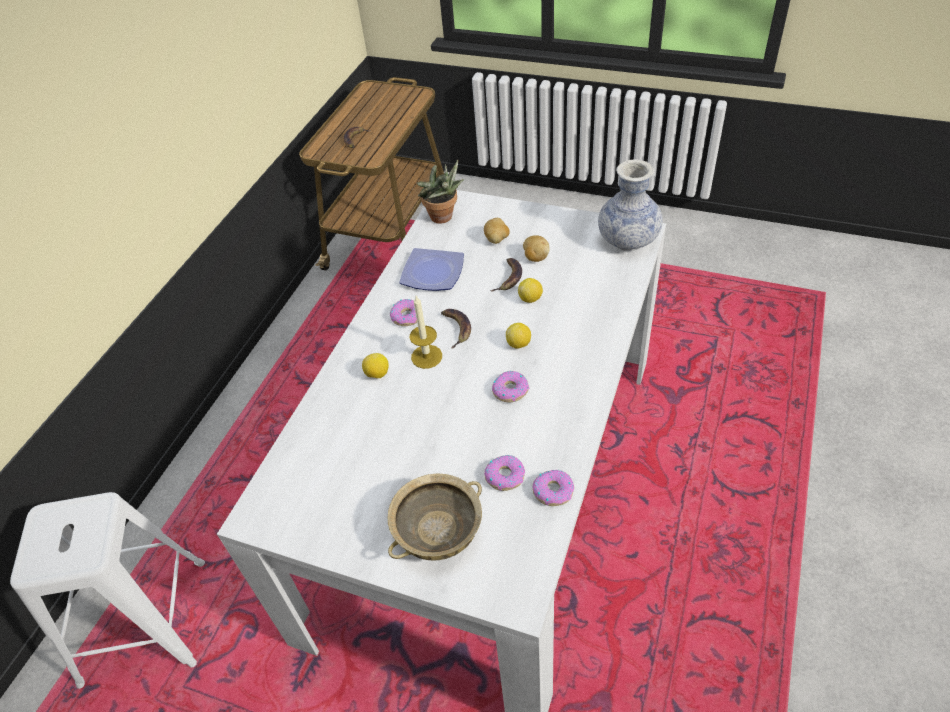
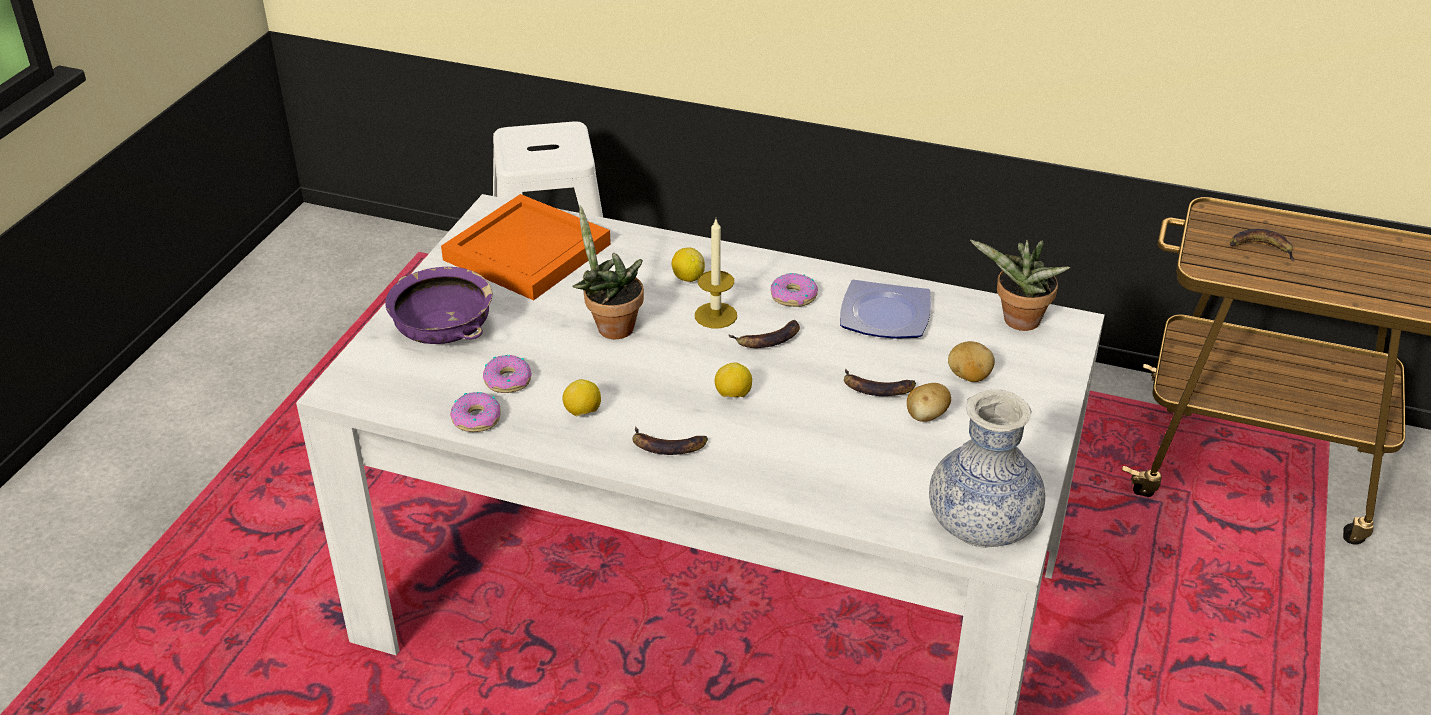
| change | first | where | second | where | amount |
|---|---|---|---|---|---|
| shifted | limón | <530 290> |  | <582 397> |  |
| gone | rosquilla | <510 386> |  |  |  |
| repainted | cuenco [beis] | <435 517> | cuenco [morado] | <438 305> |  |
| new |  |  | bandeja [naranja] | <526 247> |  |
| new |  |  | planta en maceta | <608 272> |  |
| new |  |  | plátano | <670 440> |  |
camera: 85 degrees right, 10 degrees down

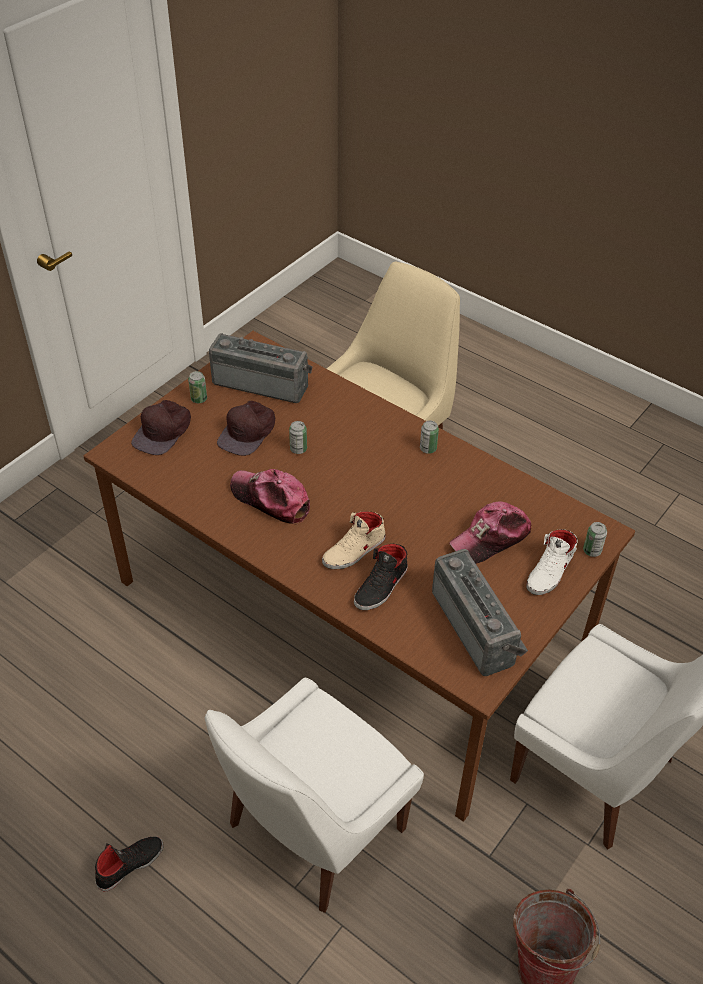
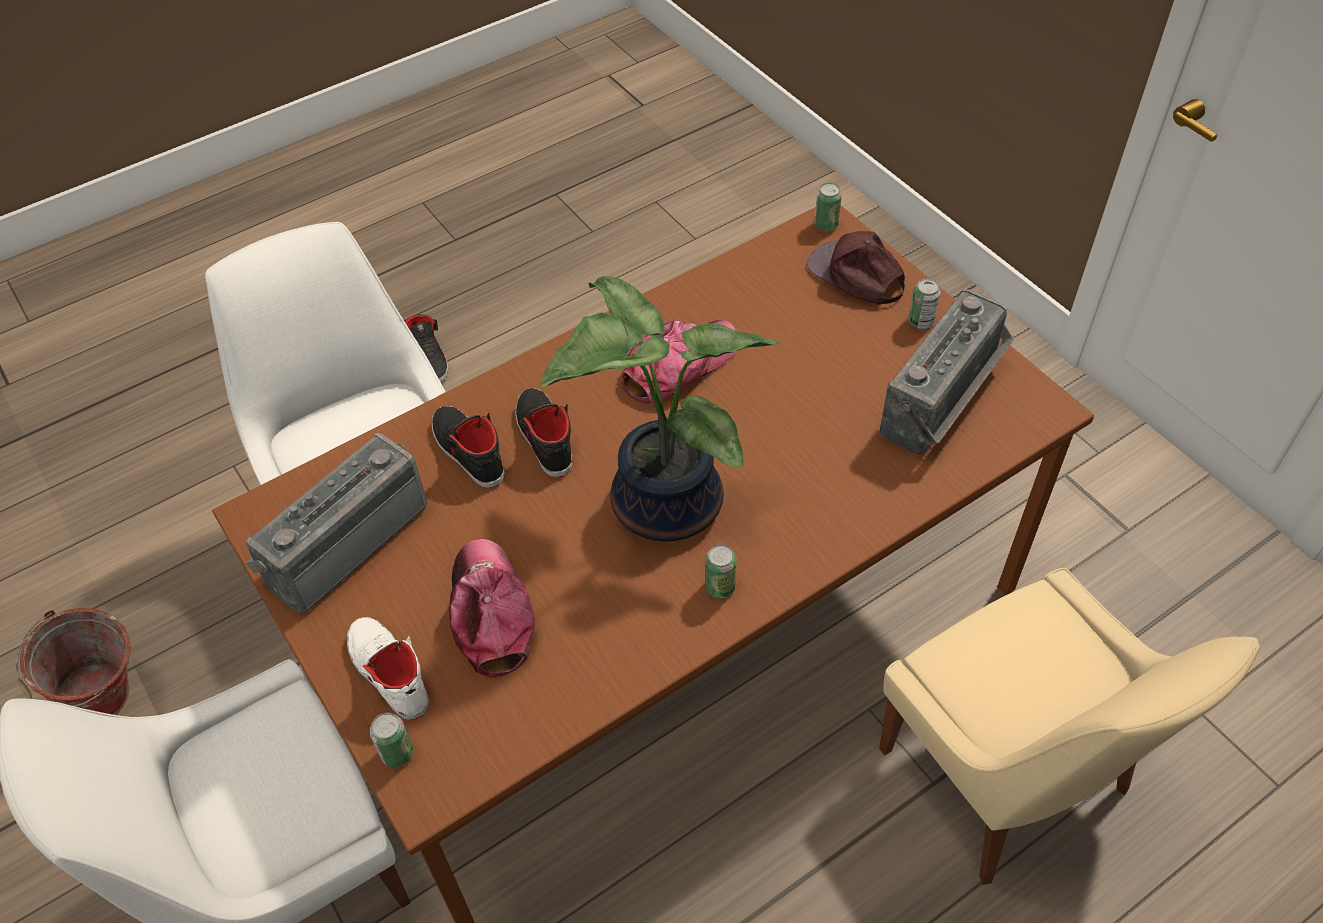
| change | first | where | second | where | amount |
|---|---|---|---|---|---|
| gone | gorra [marrón] | <246 428> |  |  |  |
| shifted | lata | <298 437> |  | <828 207> |  |
| repainted | zapato [beis] | <354 540> | zapato [negro] | <544 432> |  |
| rotated | radio | <480 612> |  | <336 523> | 135 degrees clockwise |
| new |  |  | planta en maceta | <659 408> |  |
camera: 110 degrees right, 5 degrees up

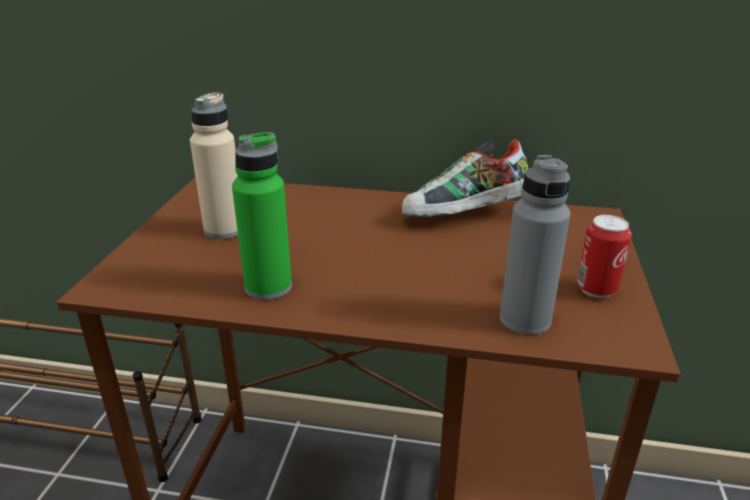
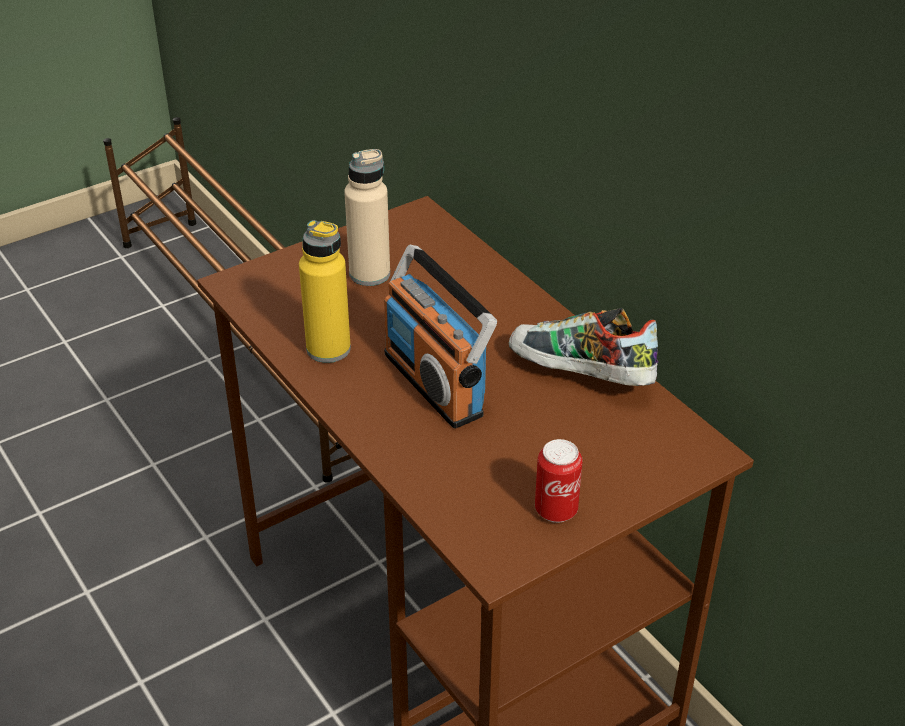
| change | first | where | second | where | amount |
|---|---|---|---|---|---|
| repainted | botella [verde] | <262 216> | botella [amarillo] | <325 291> |  |
| gone | botella [gris] | <535 245> |  |  |  |
| new |  |  | radio | <440 336> |  |
camera: 45 degrees right, 10 degrees up

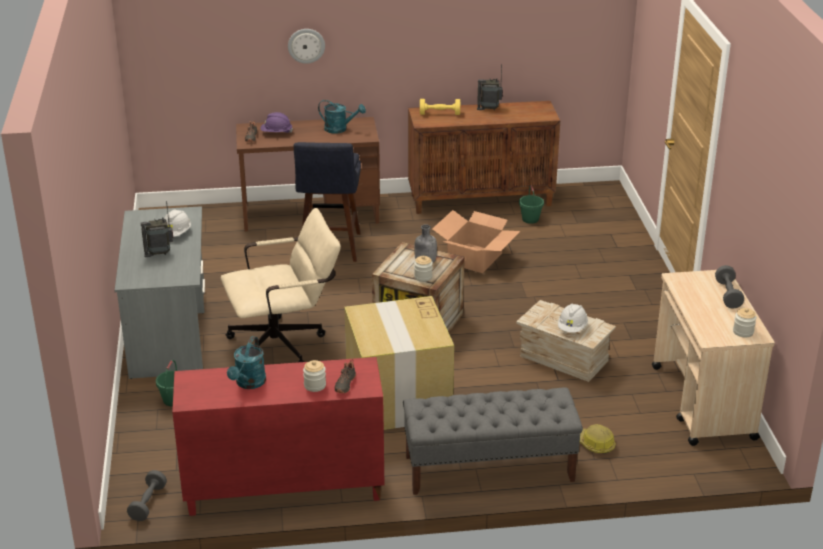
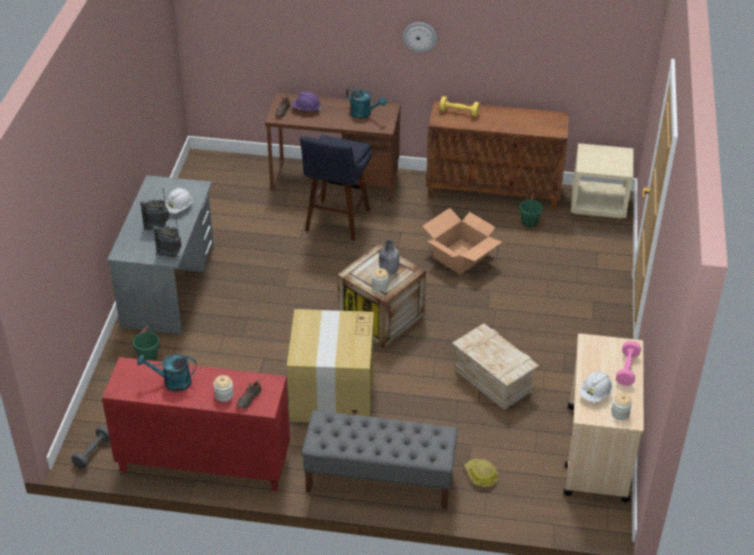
| change | first | where | second | where | amount |
|---|---|---|---|---|---|
| shifted | reloj de pared | <306 46> |  | <420 37> |  |
| shifted | radio | <490 87> |  | <167 238> |  |
| gone | silla de oficina [beis] | <281 285> |  |  |  |
| repainted | mancuerna [gris] | <729 287> | mancuerna [rosa] | <628 363> |  |
| shifted | casco [blanco] | <573 318> |  | <595 386> |  |
| rotated | regadera [turquesa] | <246 362> |  | <167 372> | 60 degrees clockwise |
| new |  |  | mesita de noche [beis] | <602 181> |  |
camera: 15 degrees right, 10 degrees up

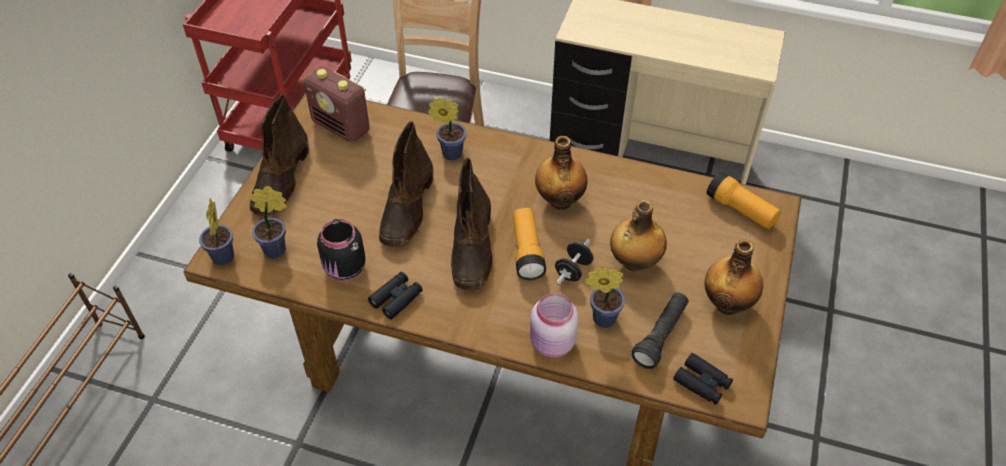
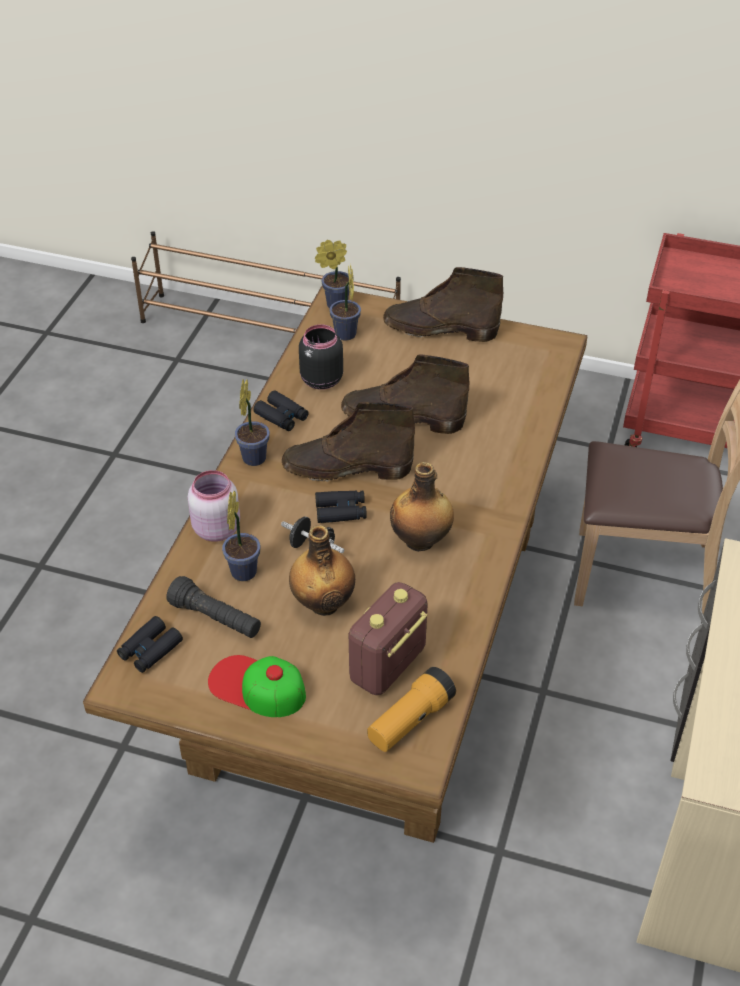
| change | first | where | second | where | amount |
|---|---|---|---|---|---|
| shifted | radio | <337 104> |  | <388 638> |  |
| shifted | planta en maceta | <447 129> |  | <252 423> |  |
| swapped | linterna | <529 244> | prismáticos [negro] | <341 506> |  |
| swapped | botella | <734 277> | gorra | <257 686> |  |
camera: 90 degrees right, 5 degrees down

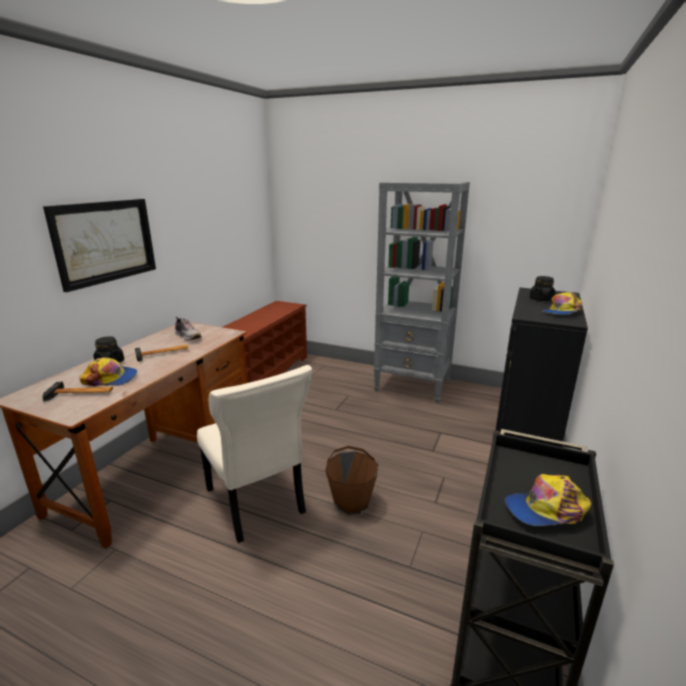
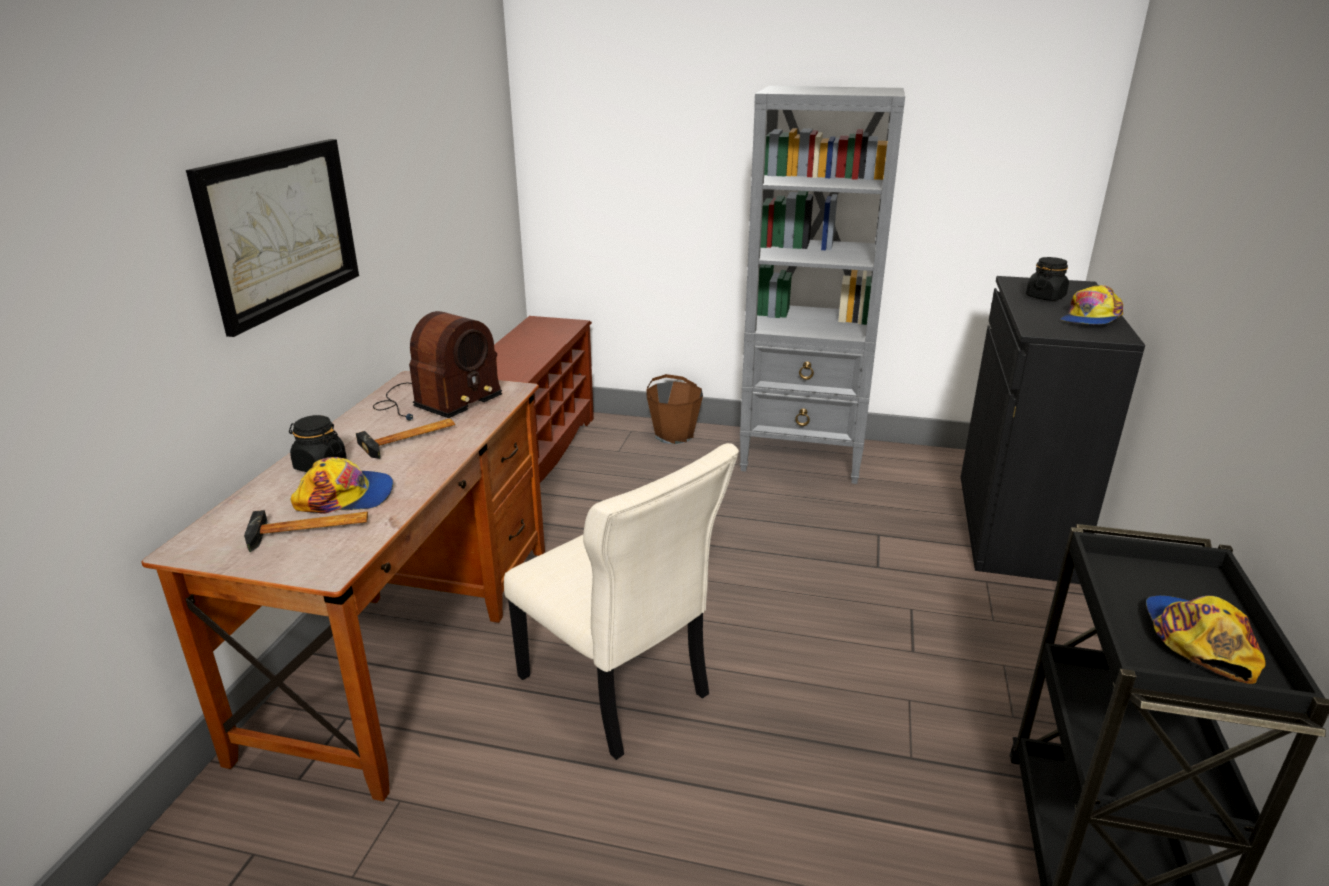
| change | first | where | second | where | amount |
|---|---|---|---|---|---|
| swapped | zapato | <188 329> | radio | <437 366> |  |
| shifted | cubo [marrón] | <352 480> |  | <674 409> |  |
| rotated | gorra | <548 500> |  | <1206 639> | 120 degrees clockwise |
camera: 10 degrees left, 5 degrees up

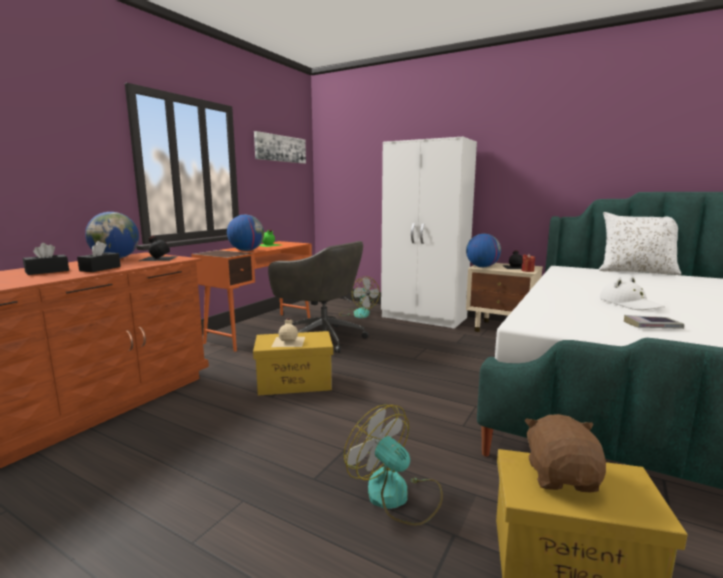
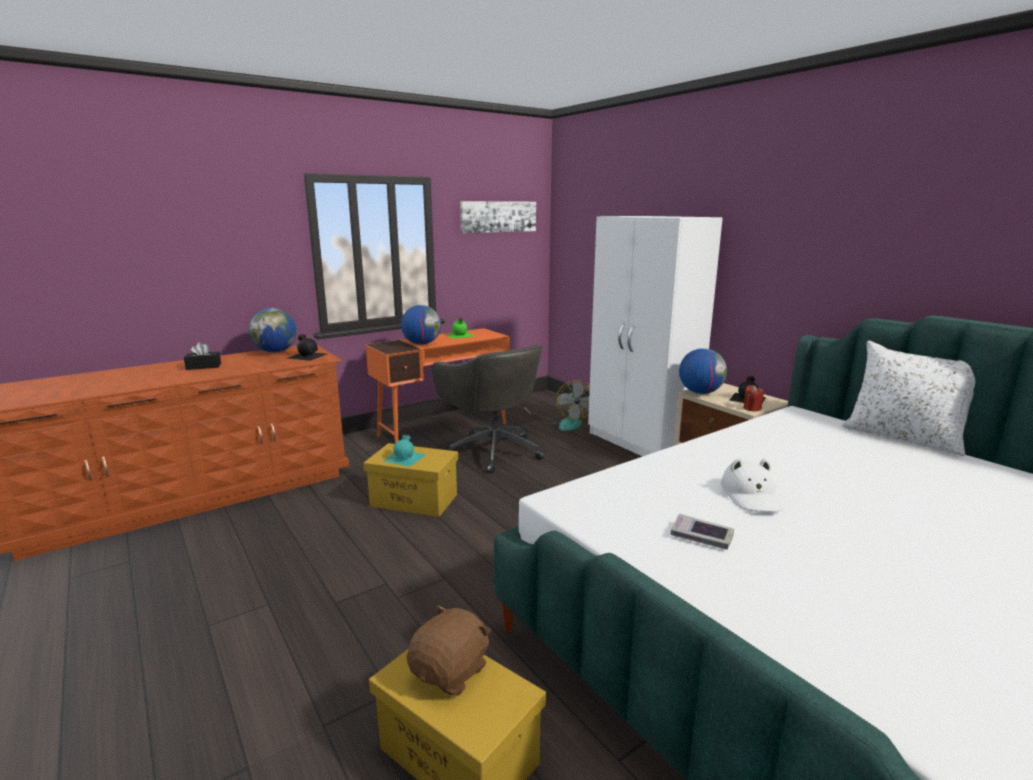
| change | first | where | second | where | amount |
|---|---|---|---|---|---|
| gone | caja de pañuelos [negro] | <99 256> |  |  |  |
| repainted | botella [beis] | <288 333> | botella [turquesa] | <405 450> |  |
| gone | ventilador | <393 465> |  |  |  |
camera: 25 degrees right, 5 degrees up

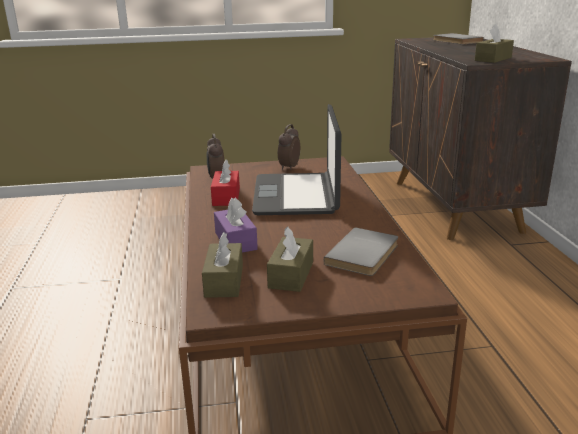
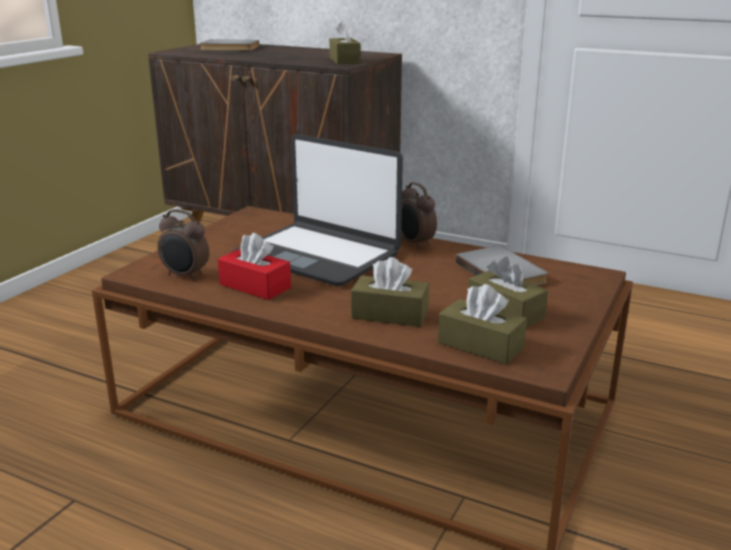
| change | first | where | second | where | amount |
|---|---|---|---|---|---|
| shifted | despertador | <289 147> |  | <419 215> |  |
| repainted | caja de pañuelos [morado] | <236 225> | caja de pañuelos [marrón] | <390 292> |  |
camera: 55 degrees left, 0 degrees up

